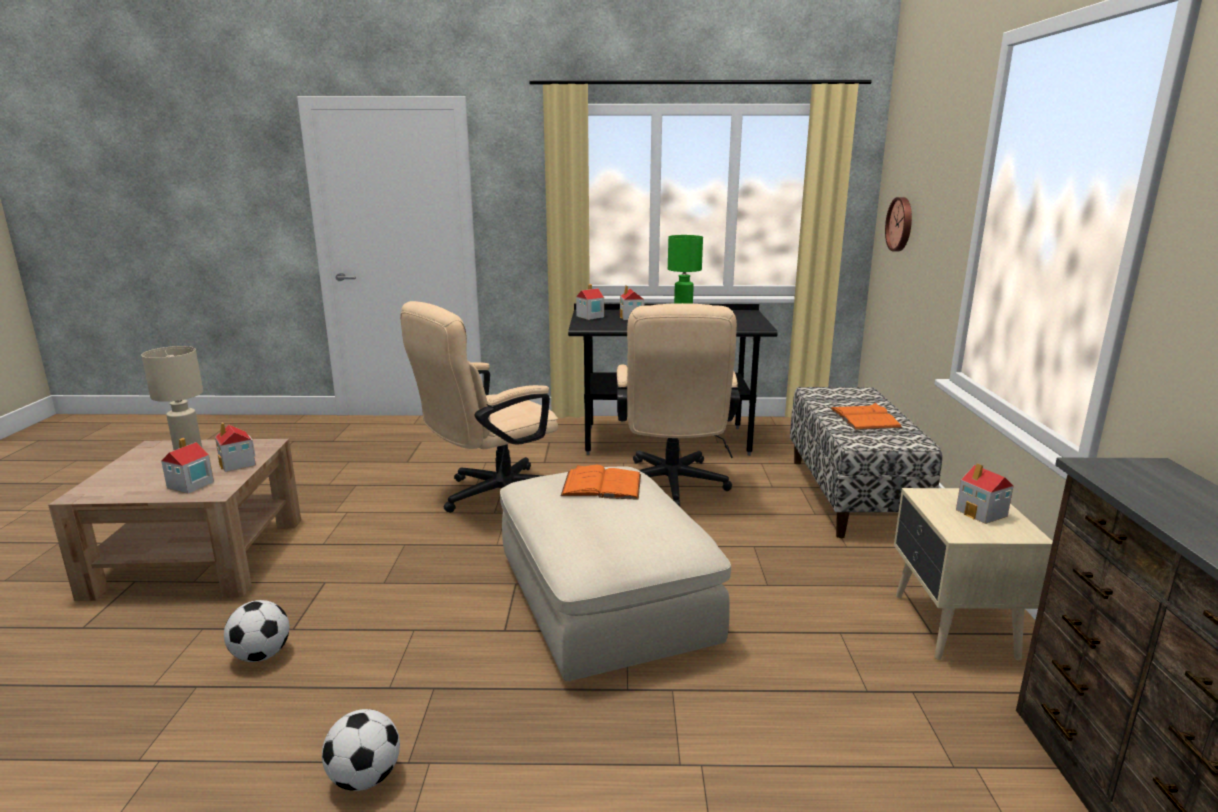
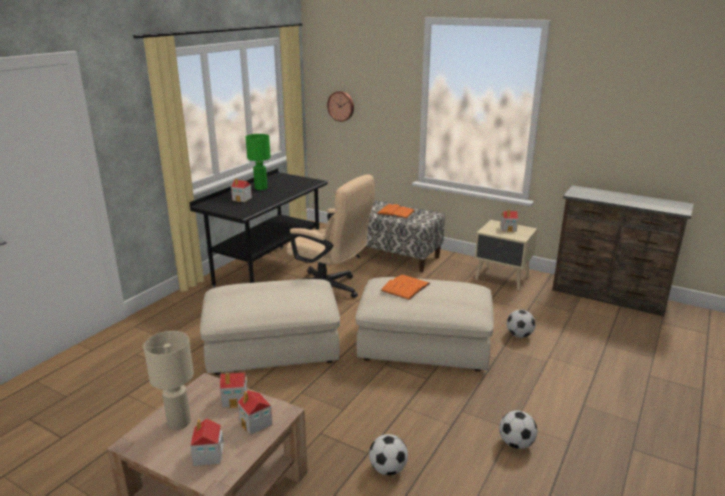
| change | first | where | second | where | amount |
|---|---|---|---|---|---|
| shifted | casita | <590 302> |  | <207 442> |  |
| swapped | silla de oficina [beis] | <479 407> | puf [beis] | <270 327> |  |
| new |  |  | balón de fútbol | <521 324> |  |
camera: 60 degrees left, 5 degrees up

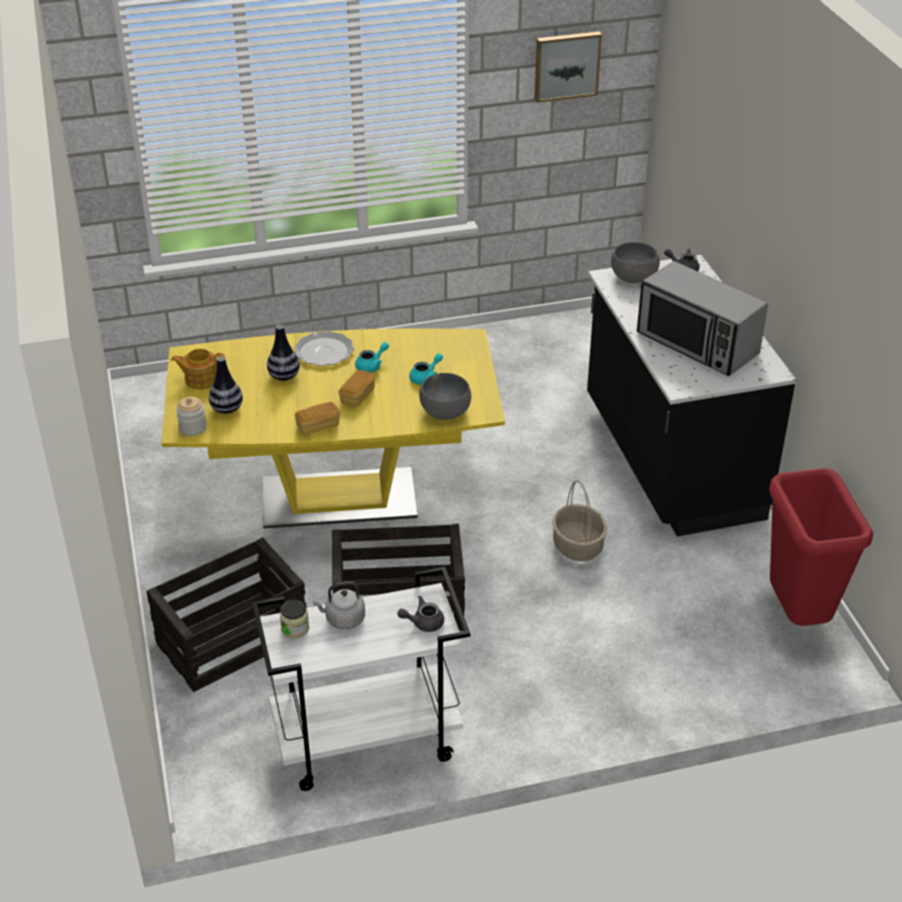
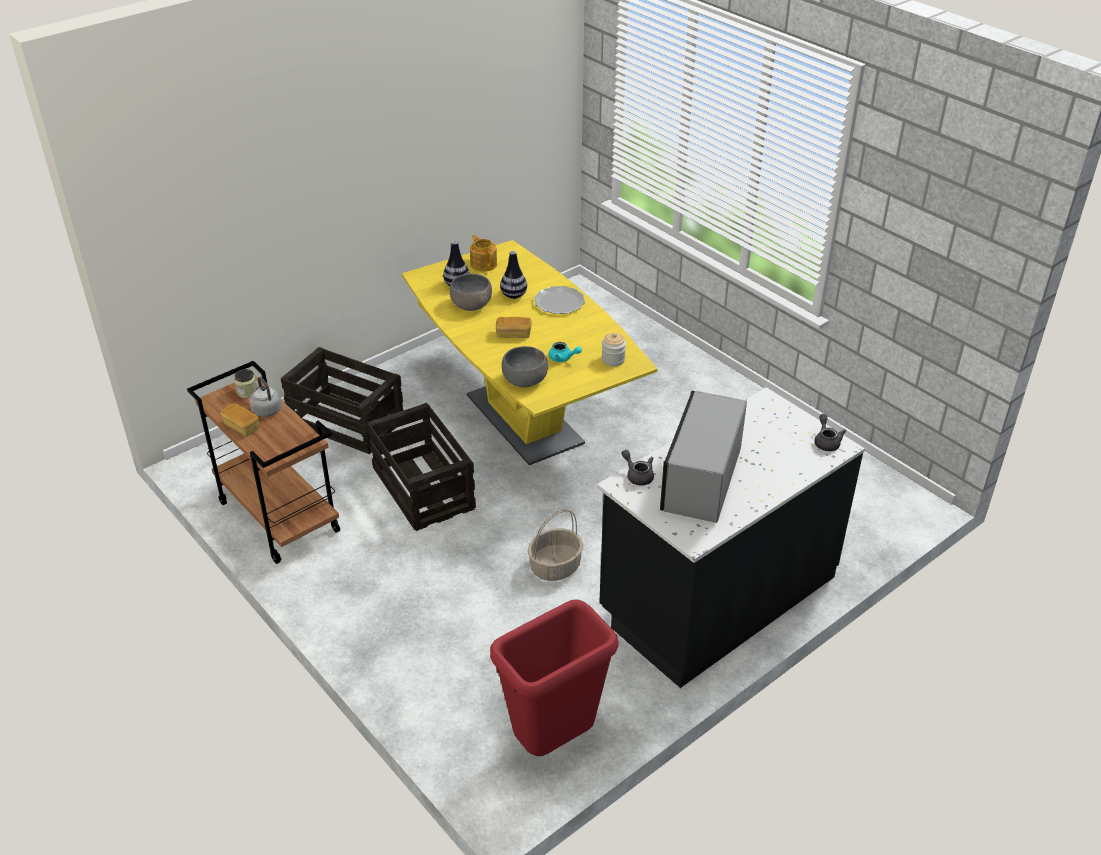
| change | first | where | second | where | amount |
|---|---|---|---|---|---|
| gone | cuadro | <568 67> |  |  |  |
| shifted | cuenco [gris] | <635 262> |  | <471 292> |  |
| gone | tetera [turquesa] | <372 357> |  |  |  |
| shifted | tarro | <191 416> |  | <614 349> |  |
| shifted | pan | <317 418> |  | <240 419> |  |
| repainted | carrito [blanco] | <361 679> | carrito [marrón] | <263 462> |  |
| shifted | tetera [gris] | <420 614> |  | <638 468> |  |
camera: 65 degrees right, 0 degrees up

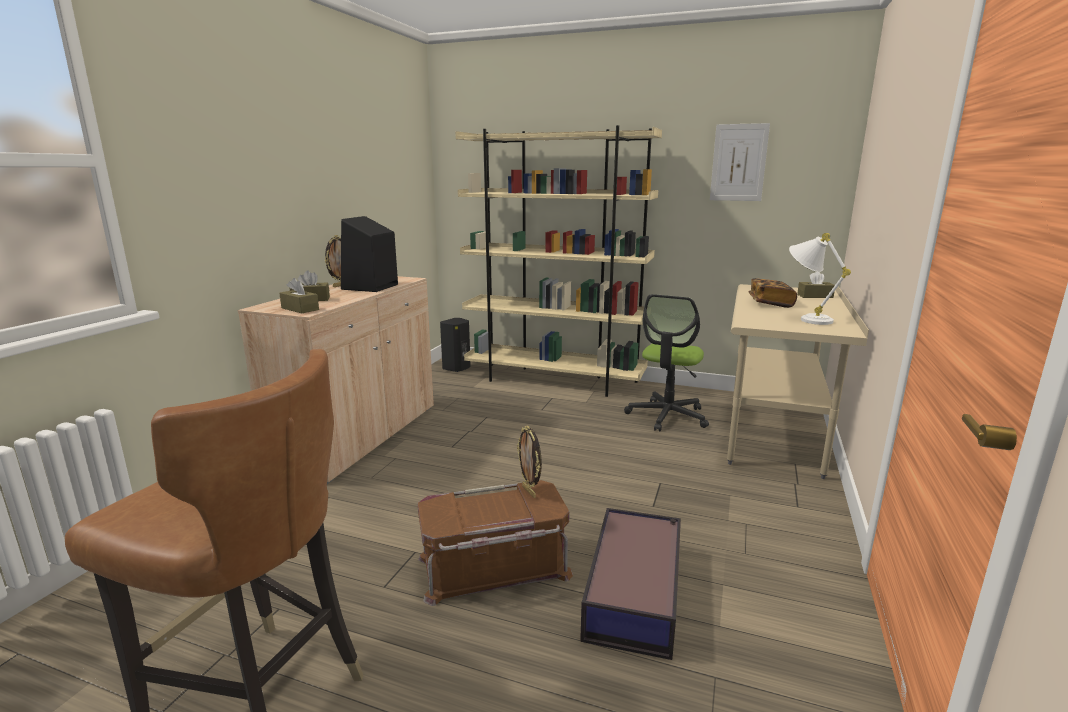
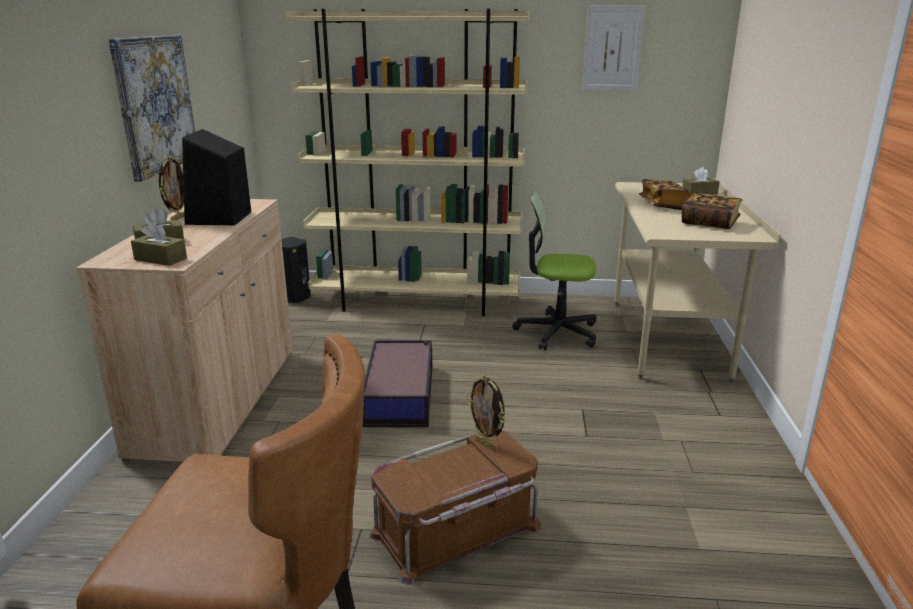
| change | first | where | second | where | amount |
|---|---|---|---|---|---|
| swapped | lámpara de mesa [blanco] | <820 279> | libro | <712 211> |  |
| rotated | silla de oficina | <666 362> |  | <554 270> | 90 degrees clockwise |
| shifted | caja de almacenaje | <630 584> |  | <397 383> |  |
| new |  |  | cuadro | <151 108> |  |
camera: 15 degrees left, 5 degrees up

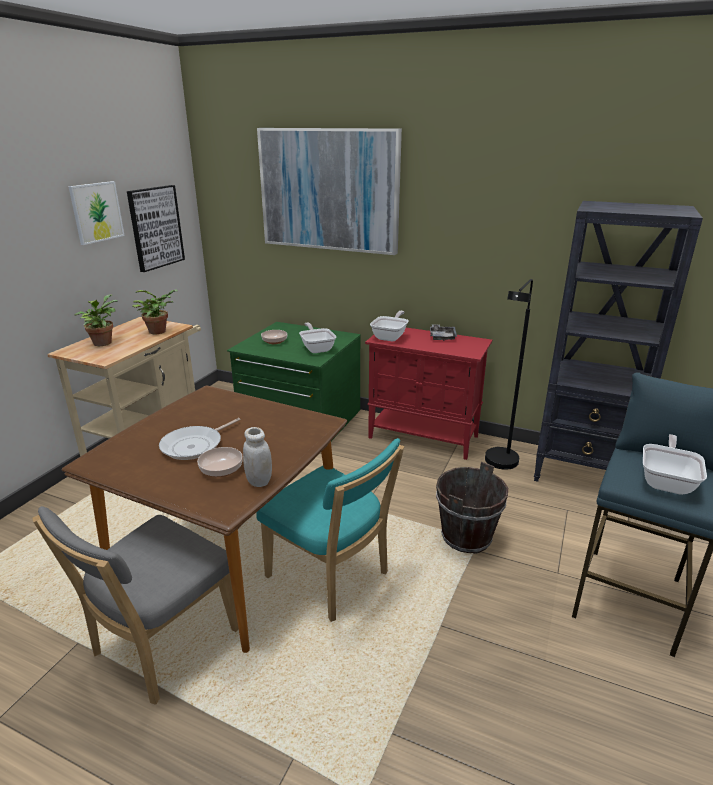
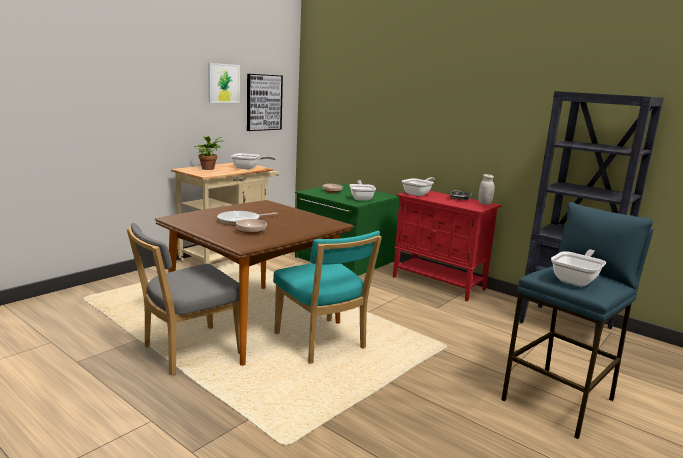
| change | first | where | second | where | amount |
|---|---|---|---|---|---|
| gone | cuadro | <329 191> |  |  |  |
| gone | lámpara de pie [negro] | <509 374> |  |  |  |
| swapped | planta en maceta | <155 311> | sartén | <253 161> |  |
| shifted | tarro [blanco] | <257 457> |  | <486 189> |  |
| gone | cubo [marrón] | <472 508> |  |  |  |
camera: 15 degrees right, 10 degrees down

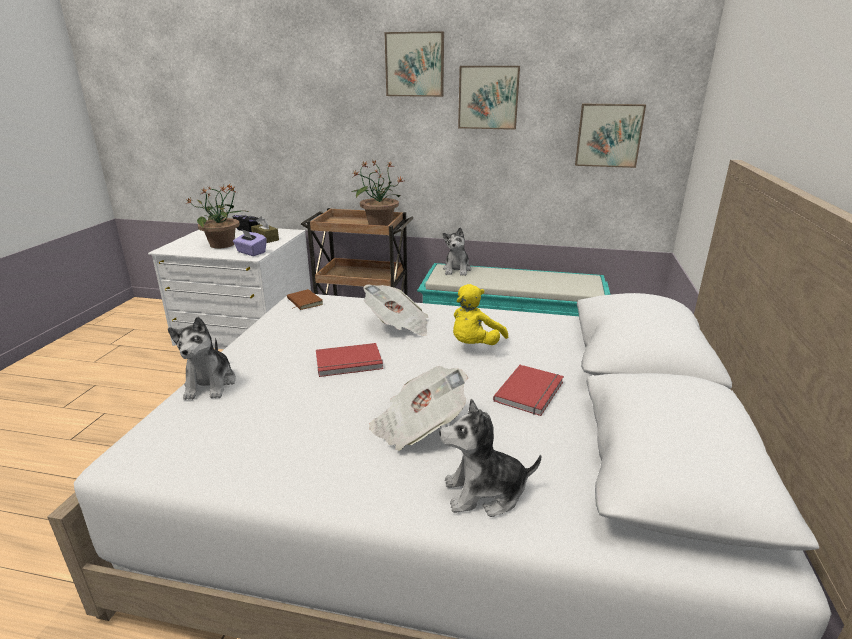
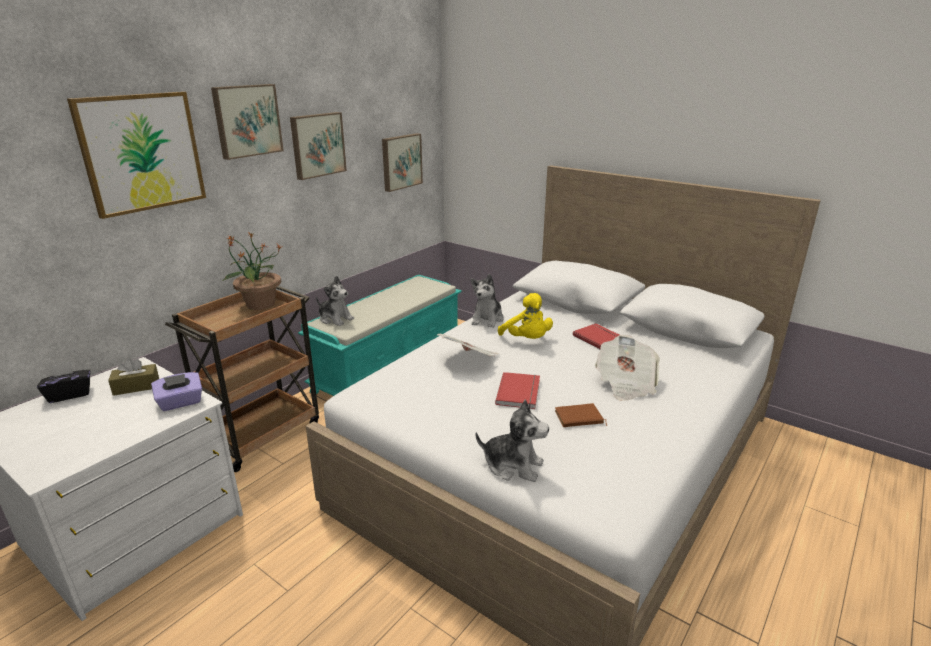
| change | first | where | second | where | amount |
|---|---|---|---|---|---|
| gone | planta en maceta | <216 216> |  |  |  |
| shifted | libro [marrón] | <305 299> |  | <581 415> |  |
| shifted | peluche | <490 458> |  | <487 301> |  |
| new |  |  | cuadro | <136 155> |  |
camera: 65 degrees left, 0 degrees up

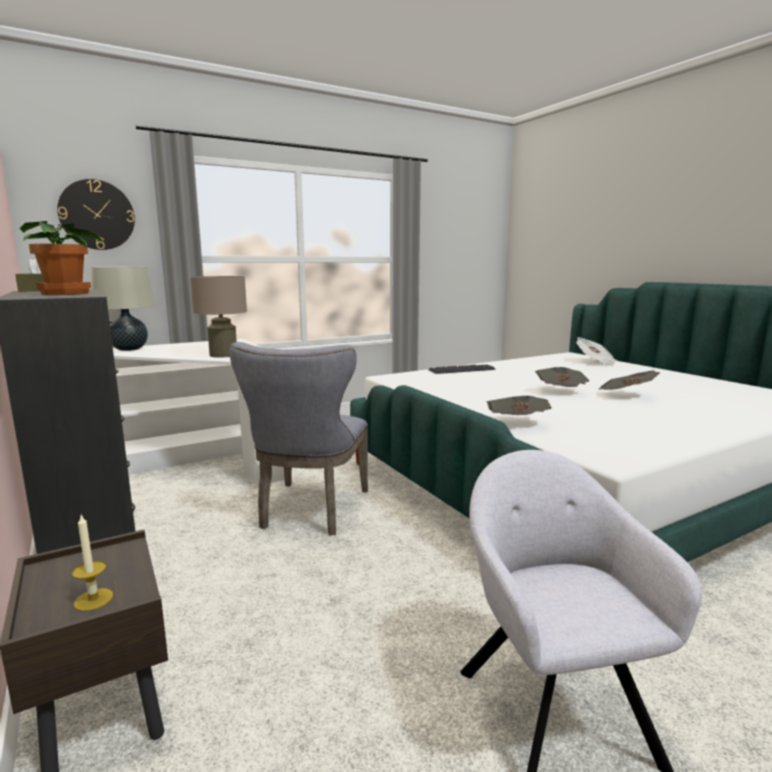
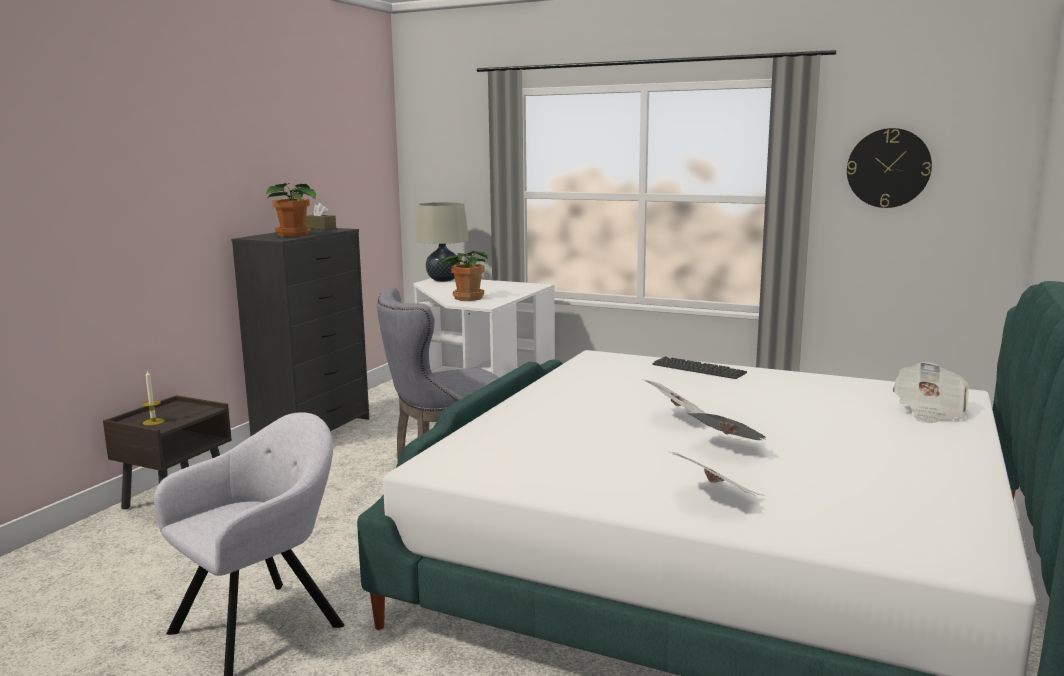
| change | first | where | second | where | amount |
|---|---|---|---|---|---|
| shifted | reloj de pared | <96 214> |  | <889 168> |  |
| swapped | lámpara de mesa [beis] | <218 317> | planta en maceta | <464 276> |  |
| shifted | periódico | <519 405> |  | <718 474> |  |
camera: 55 degrees right, 0 degrees up

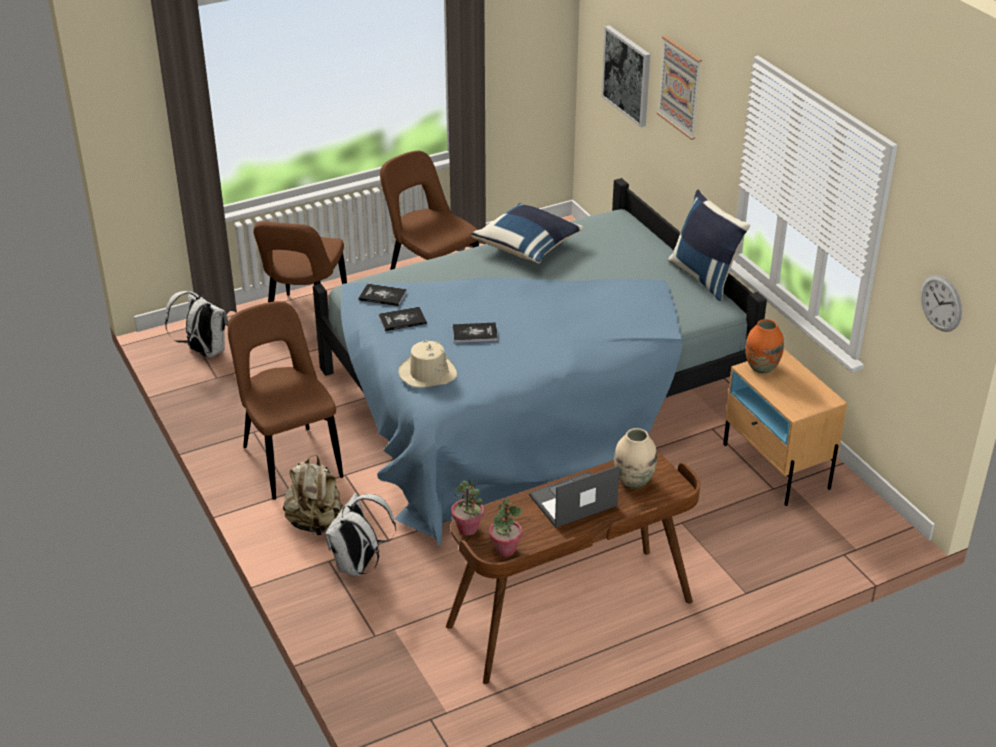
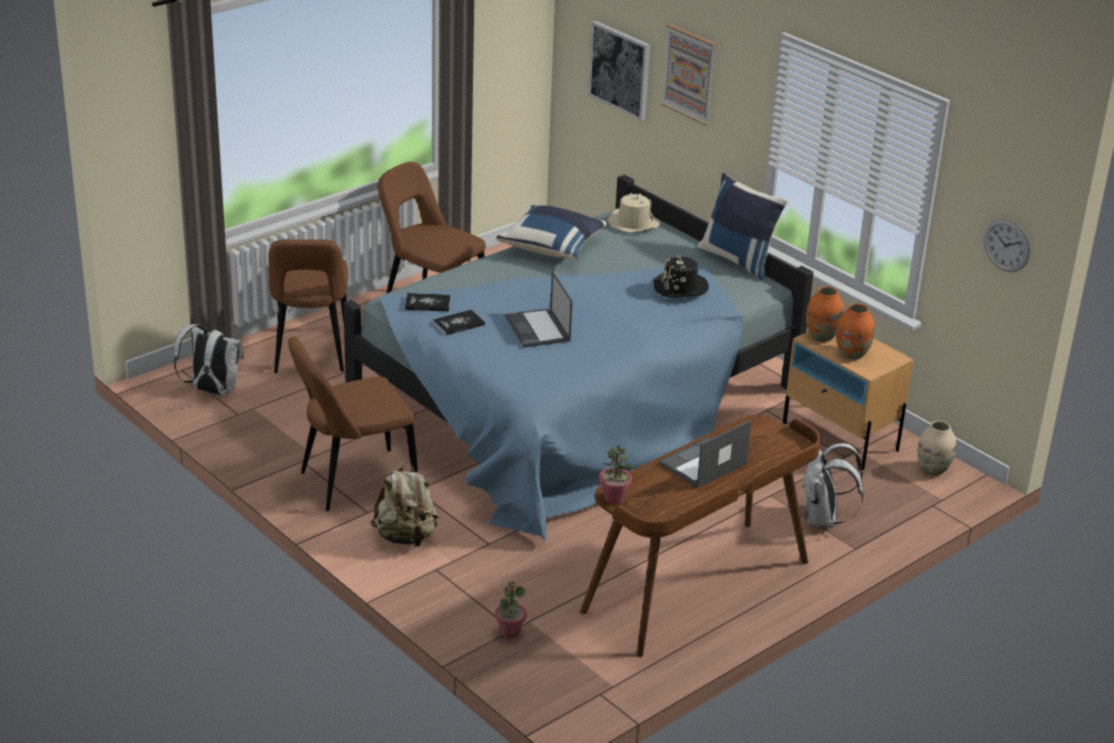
| change | first | where | second | where | amount |
|---|---|---|---|---|---|
| rotated | silla [marrón] | <285 400> |  | <353 424> | 75 degrees counterclockwise |
| swapped | libro | <475 332> | portátil | <539 309> |  |
| shifted | sombrero [beis] | <427 364> |  | <633 213> |  |
| shifted | florero [beis] | <635 458> |  | <936 448> |  |
| shifted | mochila [blanco] | <360 534> |  | <833 485> |  |
| shifted | planta en maceta | <505 528> |  | <511 609> |  |
| new |  |  | sombrero [negro] | <681 277> |  |
| new |  |  | florero [naranja] | <855 331> |  |
camera: 15 degrees left, 5 degrees down

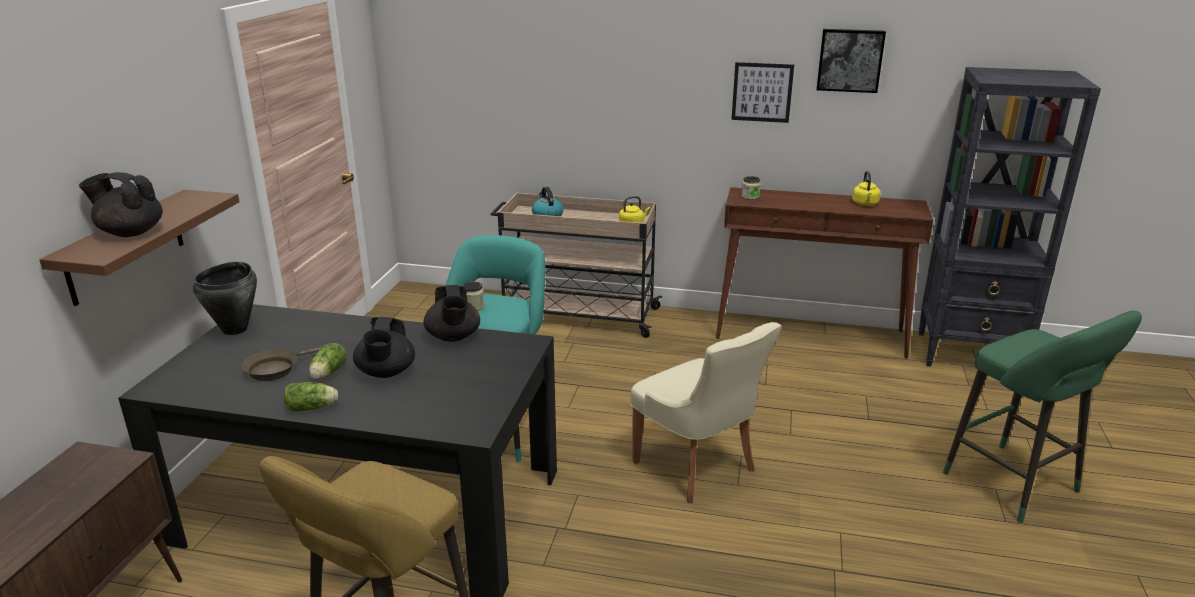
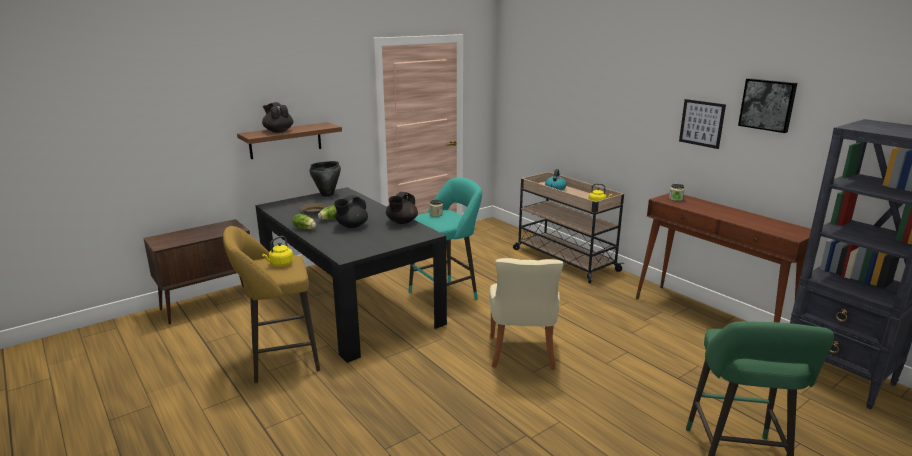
| change | first | where | second | where | amount |
|---|---|---|---|---|---|
| shifted | hervidor [amarillo] | <866 188> |  | <277 251> |  |
camera: 40 degrees right, 5 degrees down

